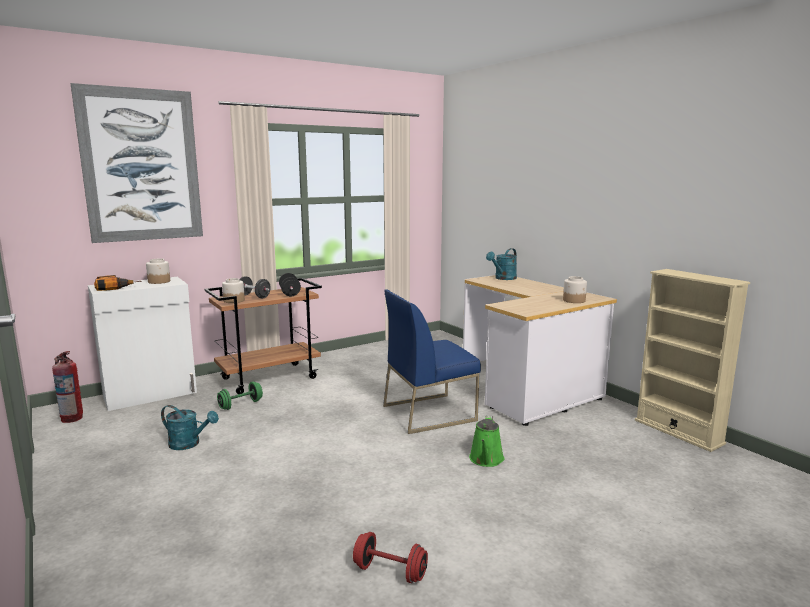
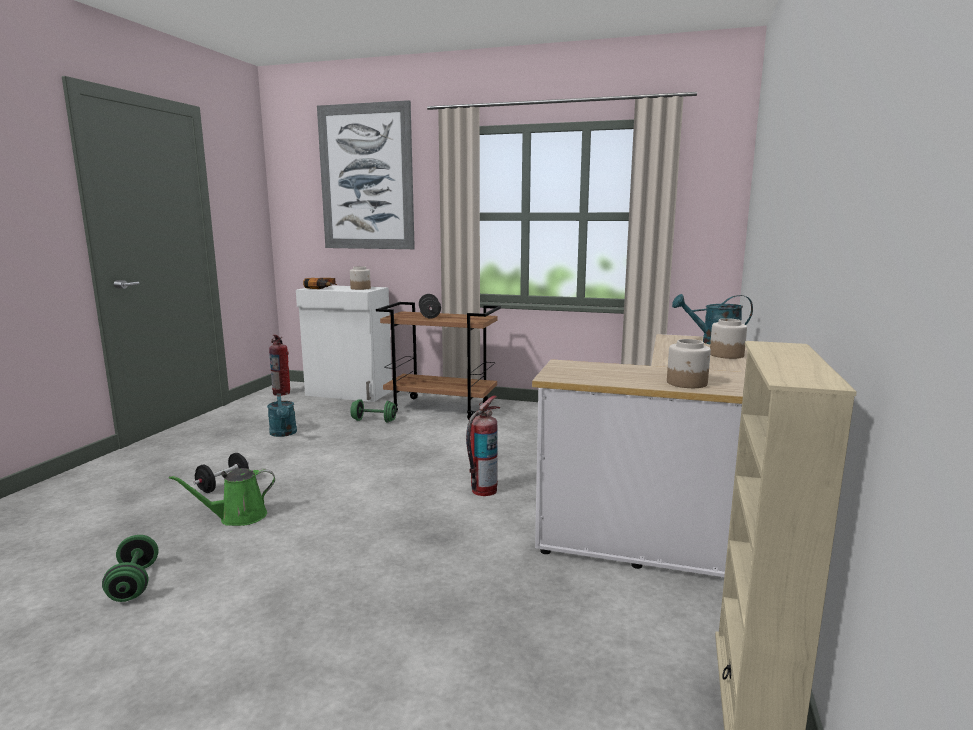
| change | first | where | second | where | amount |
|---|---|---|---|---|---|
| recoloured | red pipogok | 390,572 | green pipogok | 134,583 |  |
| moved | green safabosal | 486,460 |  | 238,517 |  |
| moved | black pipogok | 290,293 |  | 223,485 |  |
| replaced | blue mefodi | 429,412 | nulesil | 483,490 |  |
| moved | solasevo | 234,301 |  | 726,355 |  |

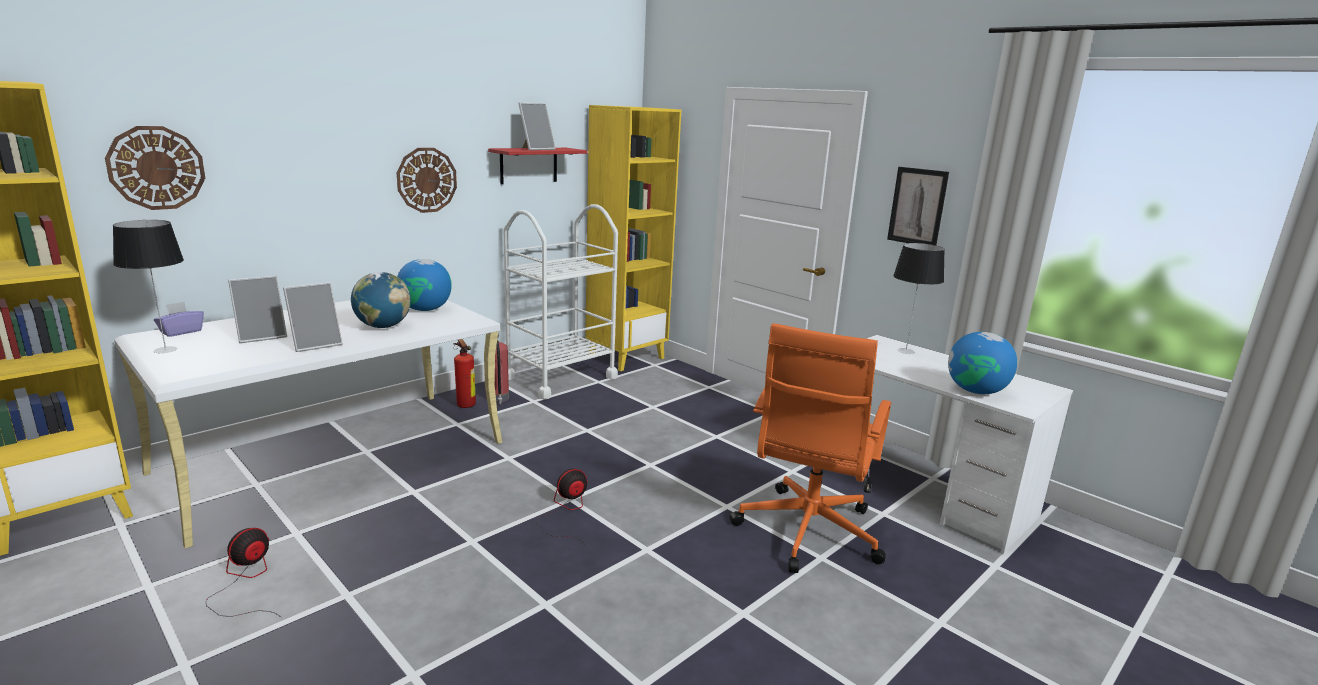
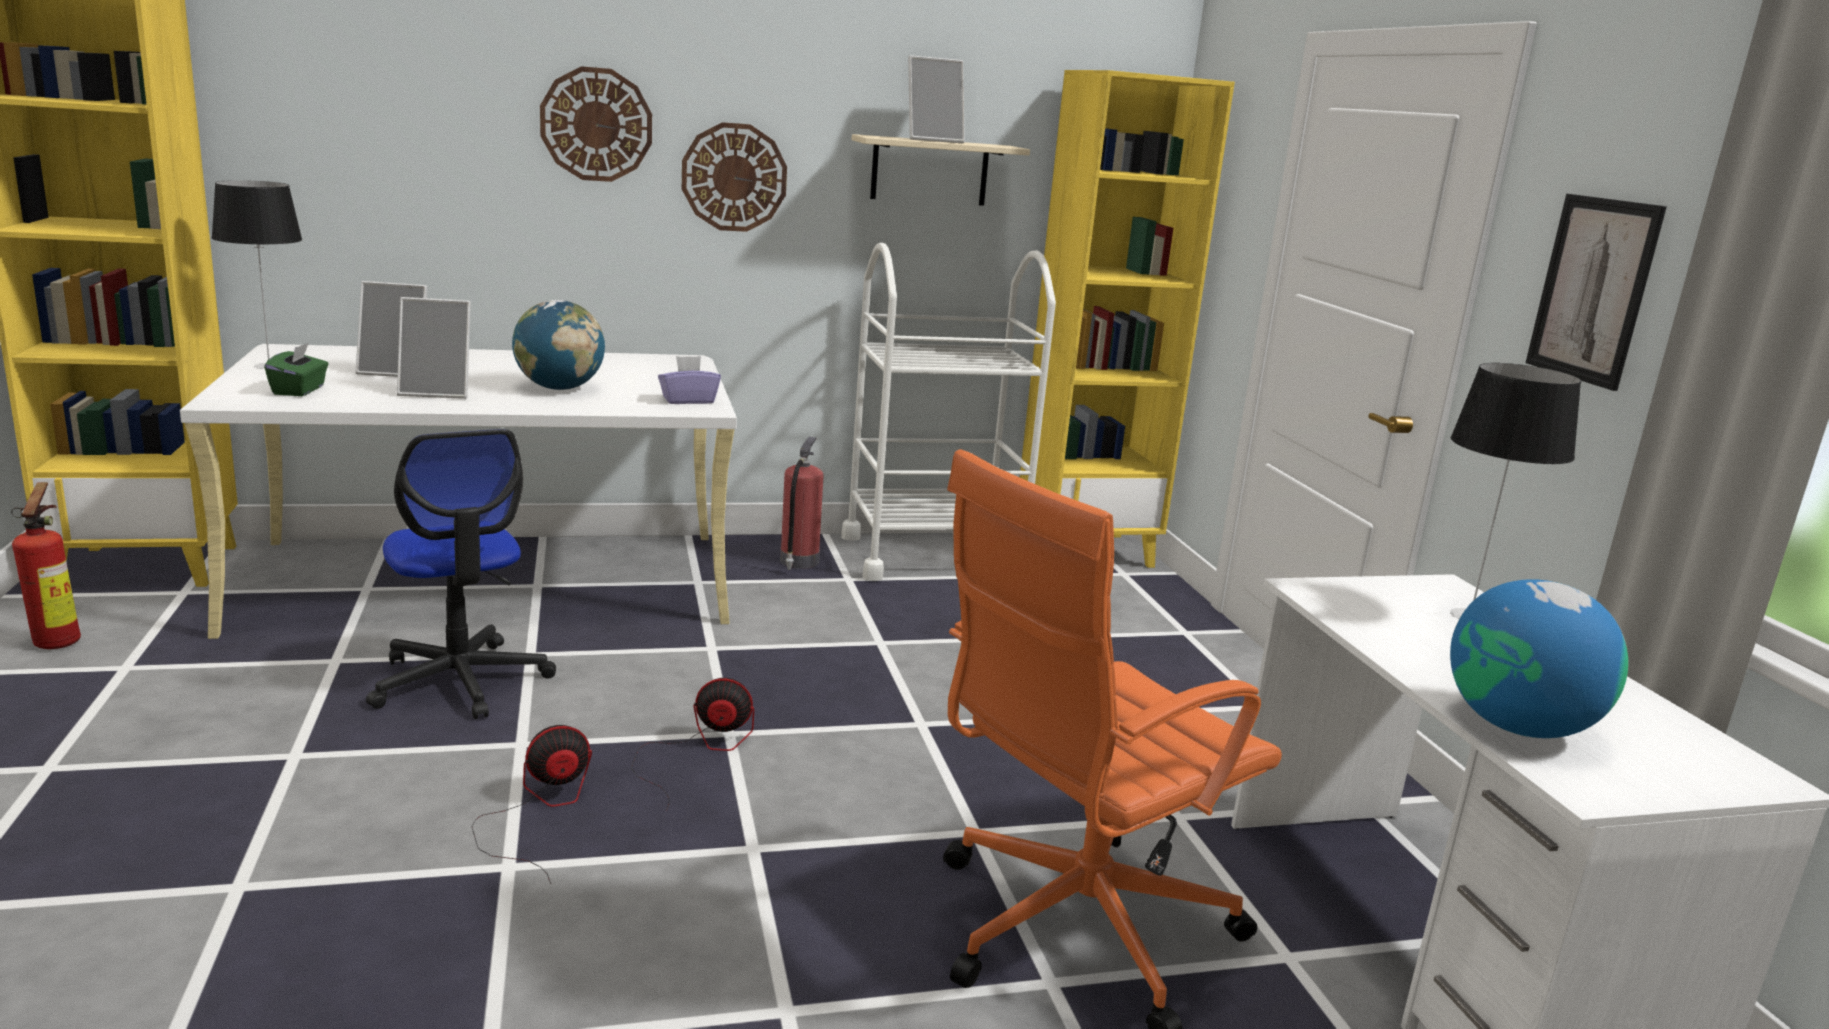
| change | first | where | second | where | amount |
|---|---|---|---|---|---|
| moved | nulesil | 465,404 |  | 60,640 |  |
| added |  |  | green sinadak | 299,390 |  |
| added |  |  | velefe | 460,681 |  |
| moved | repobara | 246,582 |  | 540,810 |  |
| moved | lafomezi | 156,168 |  | 596,124 |  |
| moved | purple sinadak | 181,332 |  | 688,400 |  |
| recoloured | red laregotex | 528,165 | beige laregotex | 929,171 |  |
| removed | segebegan | 425,309 |  |  |  |

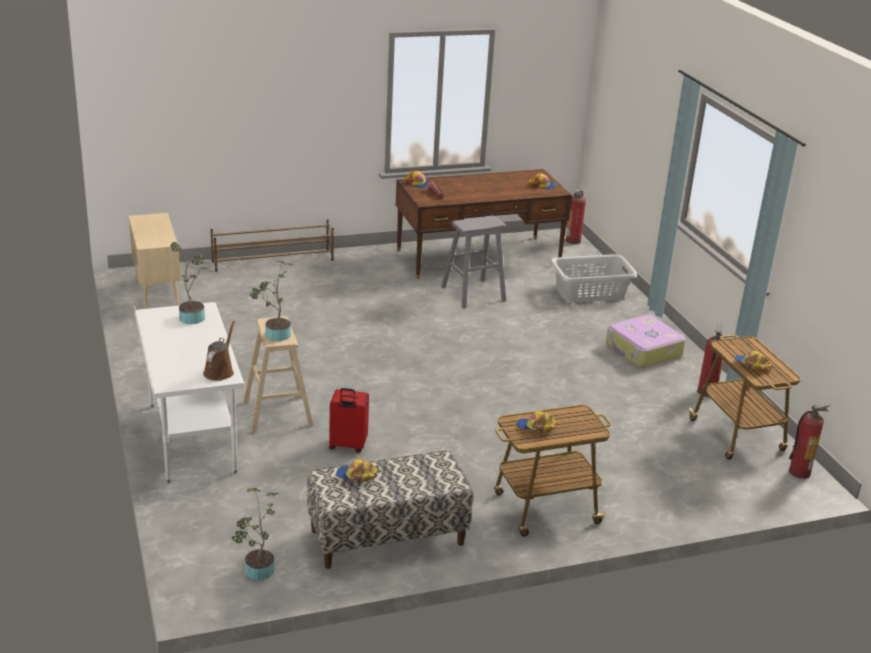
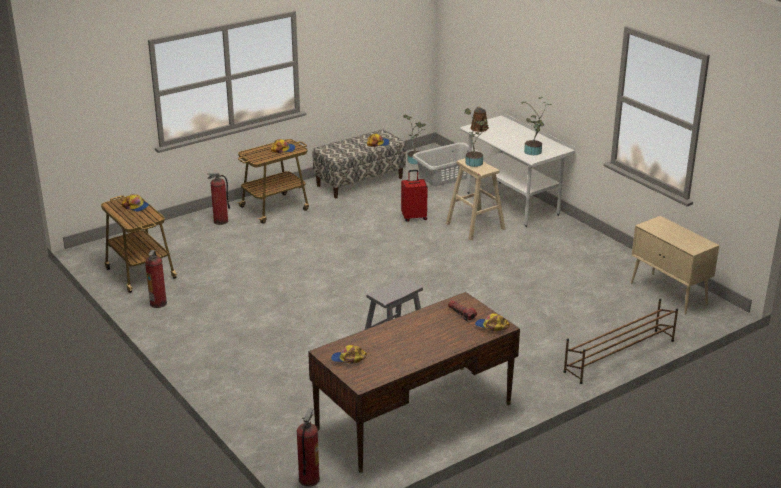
| change | first | where | second | where | amount |
|---|---|---|---|---|---|
| moved | nulesil | 799,472 |  | 220,221 |  |
| moved | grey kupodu | 589,292 |  | 447,176 |  |
| removed | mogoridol | 643,351 |  |  |  |

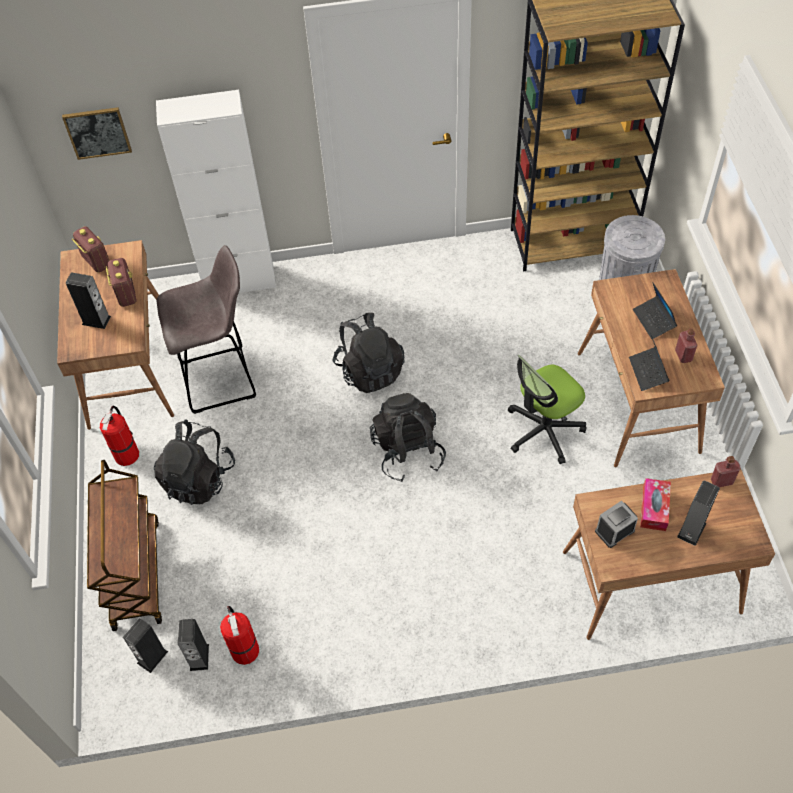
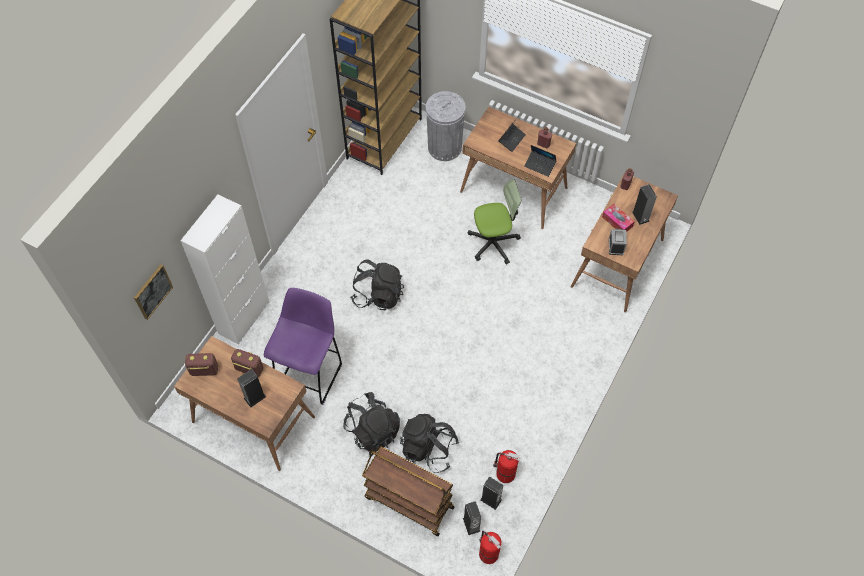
| change | first | where | second | where | amount |
|---|---|---|---|---|---|
| recoloured | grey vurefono | 221,379 | purple vurefono | 310,374 |  |
| moved | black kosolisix | 408,452 |  | 428,449 |  |
| turned | velefe | 543,430 |  | 493,243 | 105 degrees counterclockwise |
| moved | nulesil | 127,453 |  | 488,553 |  |
| turned | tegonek | 653,320 |  | 511,139 | 75 degrees counterclockwise |

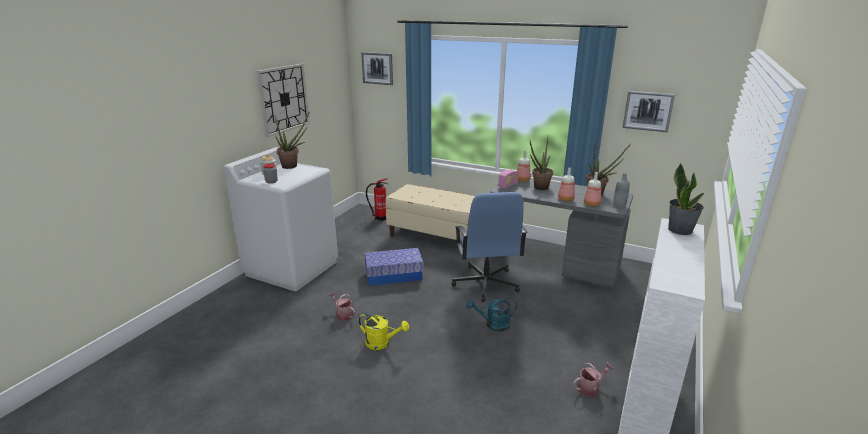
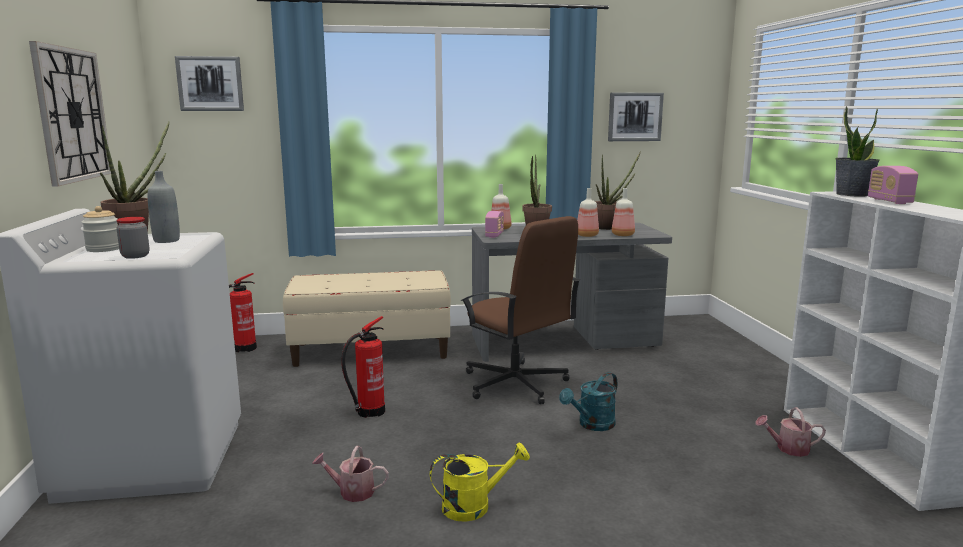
| change | first | where | second | where | amount |
|---|---|---|---|---|---|
| moved | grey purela | 619,206 |  | 166,240 |  |
| replaced | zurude | 394,275 | nulesil | 368,412 |  |
| recoloured | blue velefe | 485,284 | brown velefe | 515,384 |  |
| turned | safabosal | 590,387 |  | 788,449 | 120 degrees counterclockwise |
| added |  |  | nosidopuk | 889,201 |  |

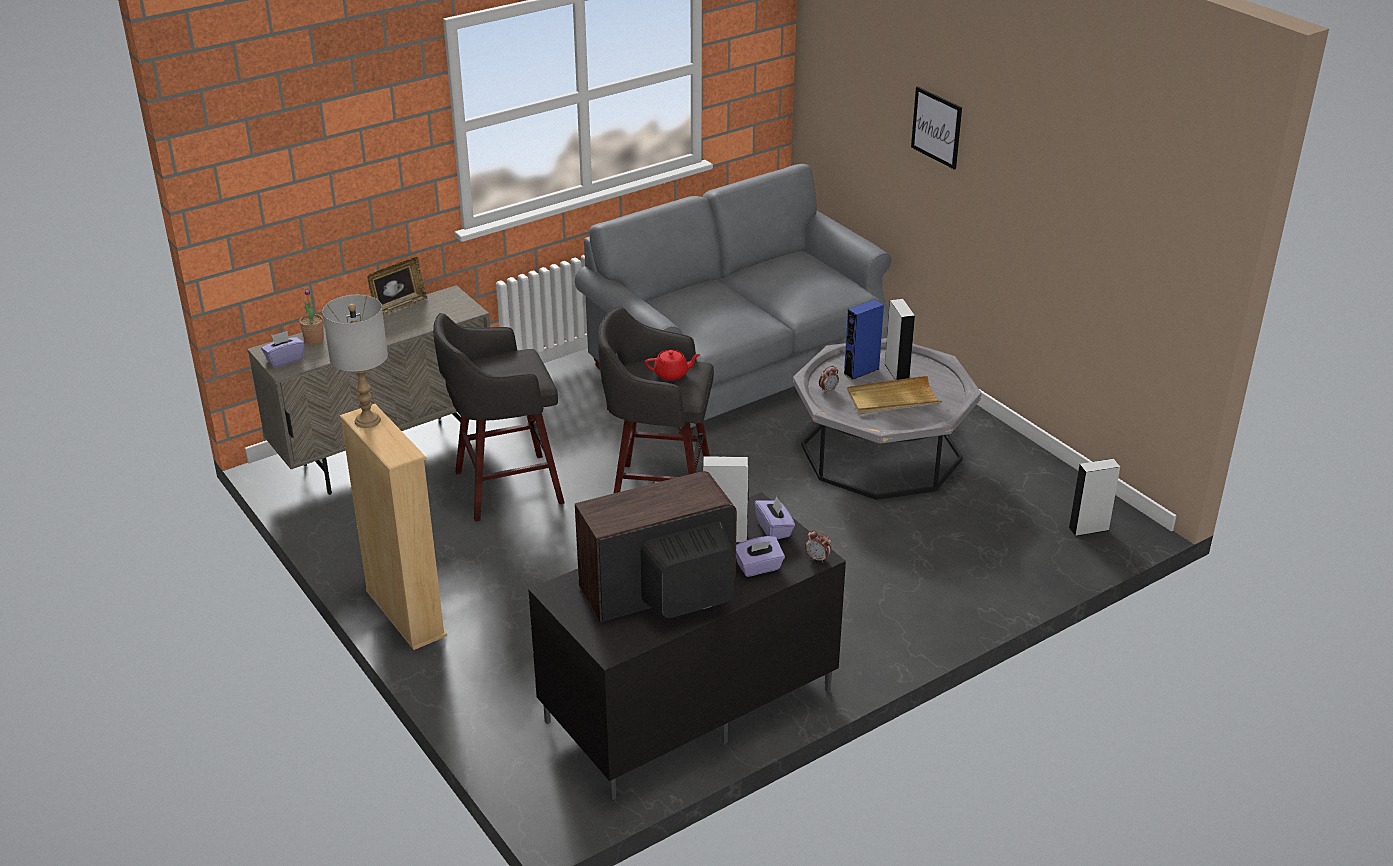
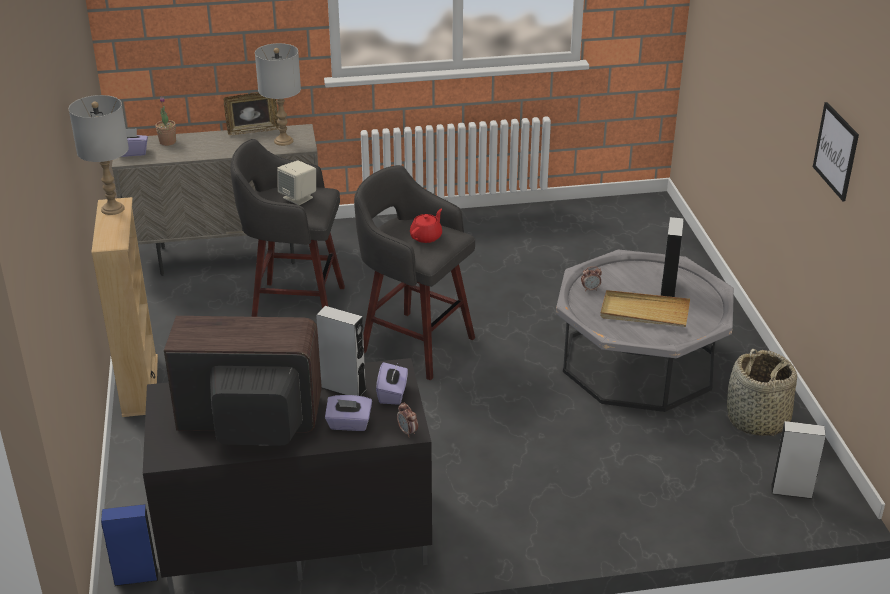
| change | first | where | second | where | amount |
|---|---|---|---|---|---|
| moved | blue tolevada | 861,371 |  | 136,577 |  |
| added |  |  | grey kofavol | 283,141 |  |
| added |  |  | beige tolevada | 298,197 |  |
| turned | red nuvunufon | 672,374 |  | 426,237 | 75 degrees counterclockwise |
| added |  |  | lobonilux | 757,420 |  |
| moved | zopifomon | 936,127 |  | 836,151 |  |
| removed | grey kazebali | 740,364 |  |  |  |

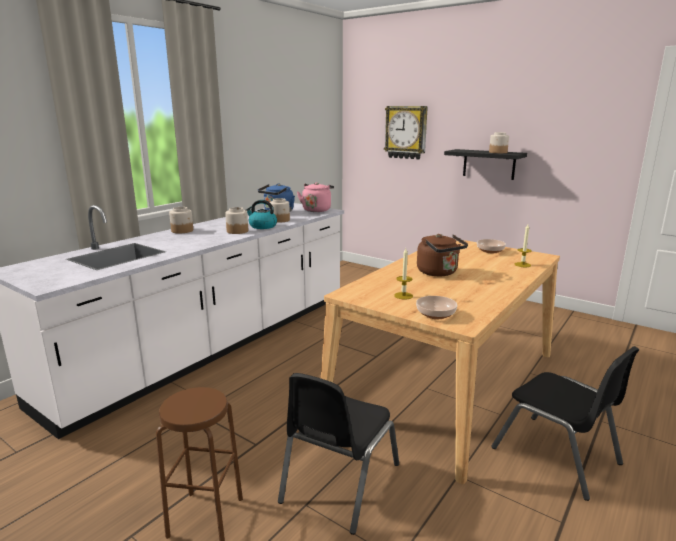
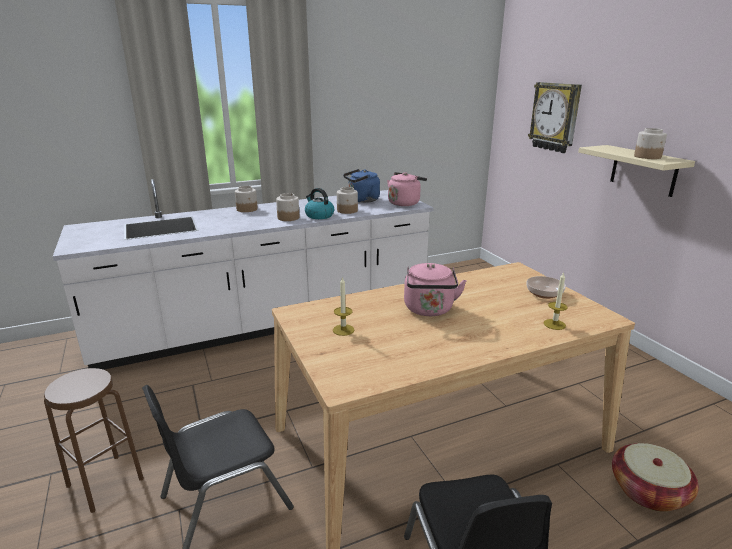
| change | first | where | second | where | amount |
|---|---|---|---|---|---|
| recoloured | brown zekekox | 439,273 | pink zekekox | 429,310 |  |
| recoloured | black laregotex | 489,164 | beige laregotex | 643,170 |  |
| added |  |  | lobonilux | 648,491 |  |
| removed | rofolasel | 435,314 |  |  |  |

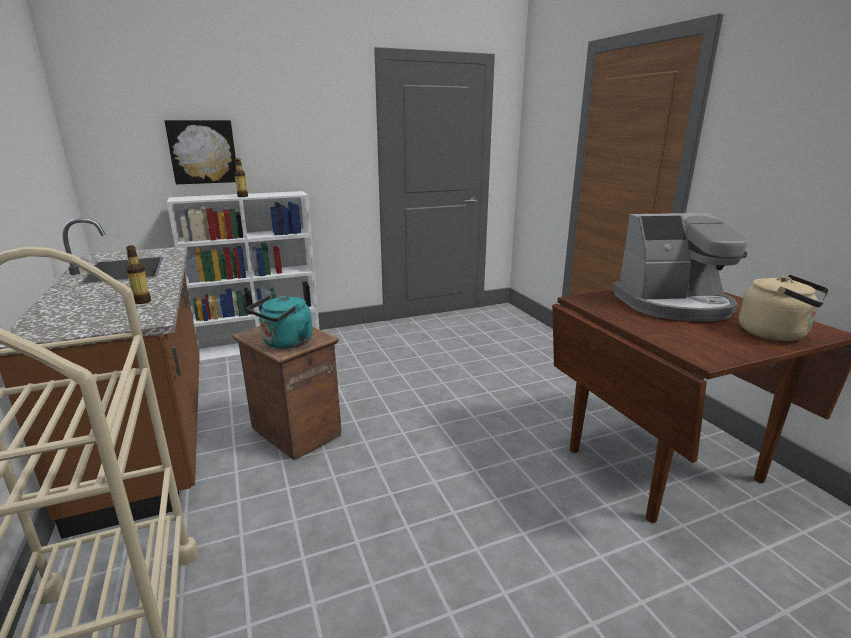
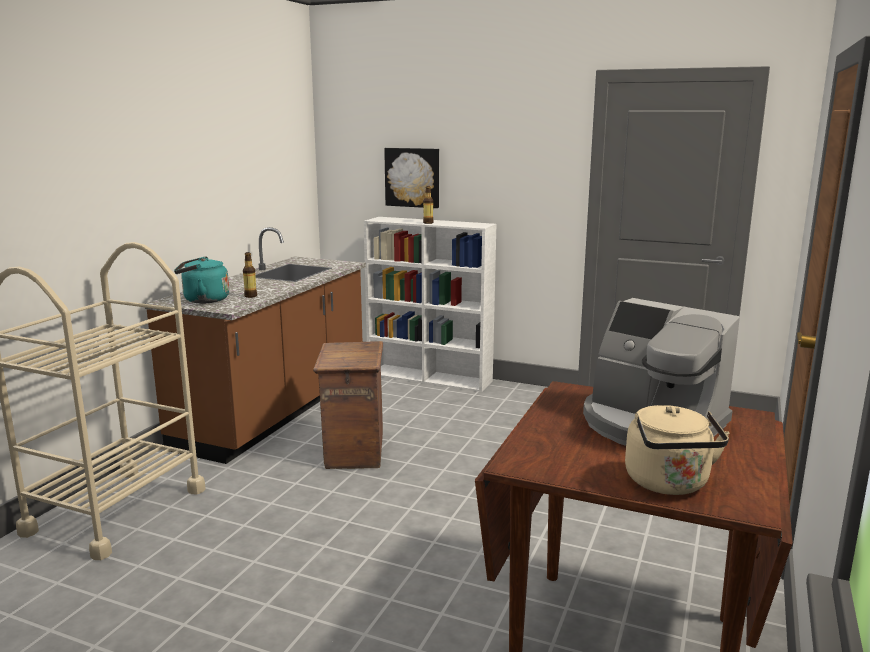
| change | first | where | second | where | amount |
|---|---|---|---|---|---|
| moved | turquoise zekekox | 285,343 |  | 203,300 |  |

